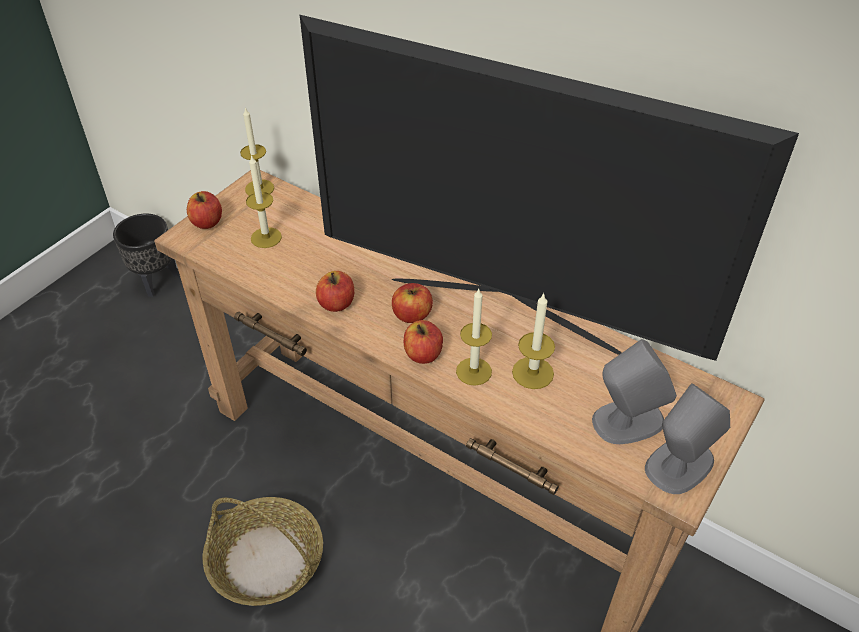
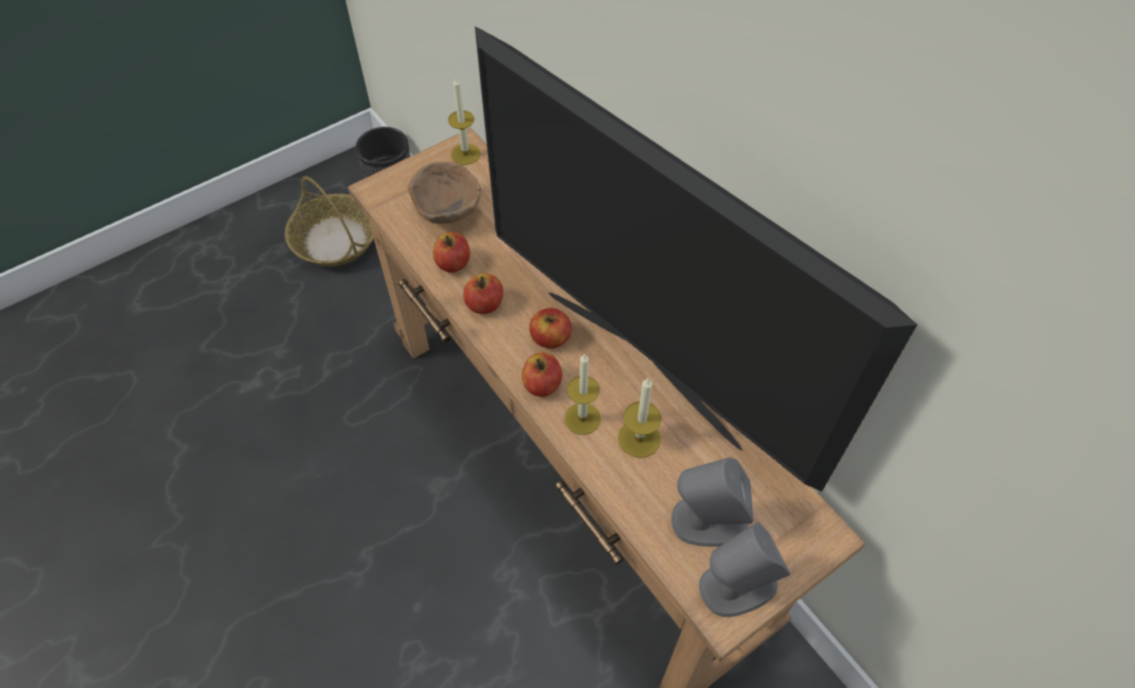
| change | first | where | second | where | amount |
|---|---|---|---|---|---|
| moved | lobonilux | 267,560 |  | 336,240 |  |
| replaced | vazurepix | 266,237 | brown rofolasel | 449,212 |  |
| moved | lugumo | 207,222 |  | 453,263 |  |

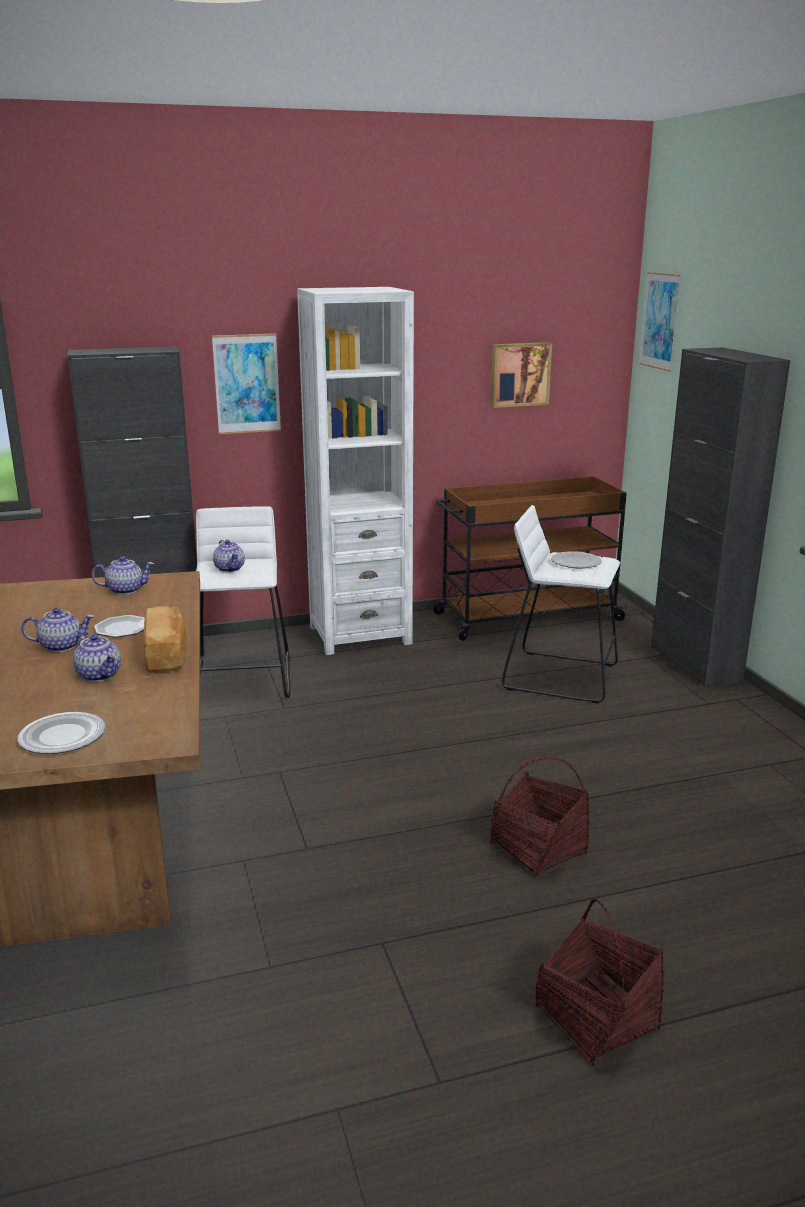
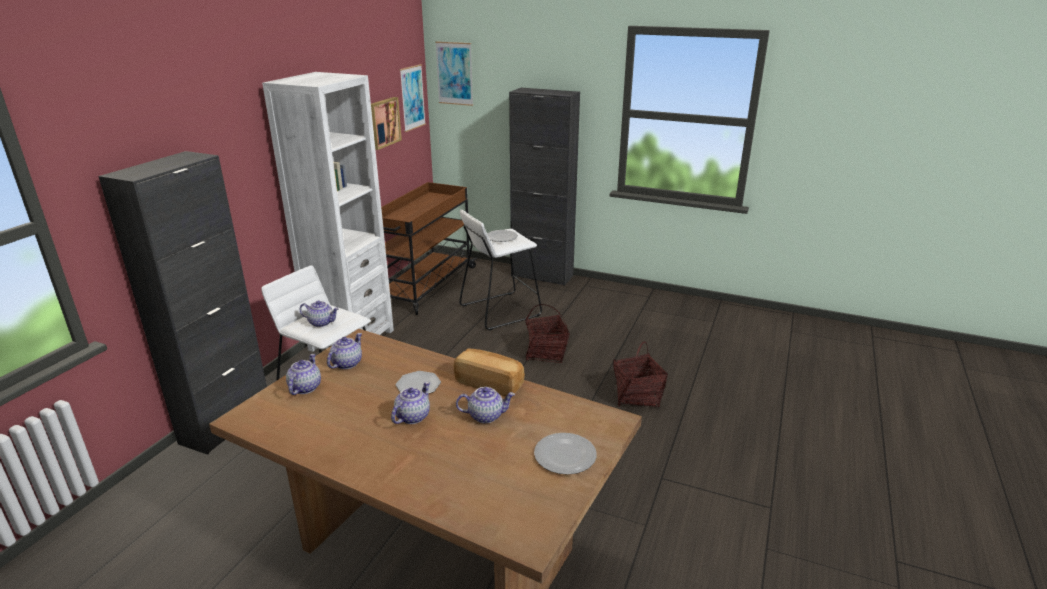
| change | first | where | second | where | amount |
|---|---|---|---|---|---|
| added |  |  | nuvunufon | 305,387 |  |
| moved | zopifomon | 247,384 |  | 412,98 |  |
| moved | lobonilux | 596,1018 |  | 546,352 |  |

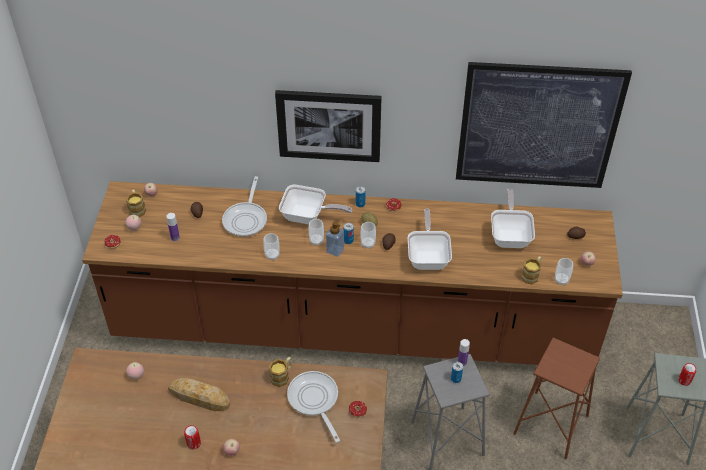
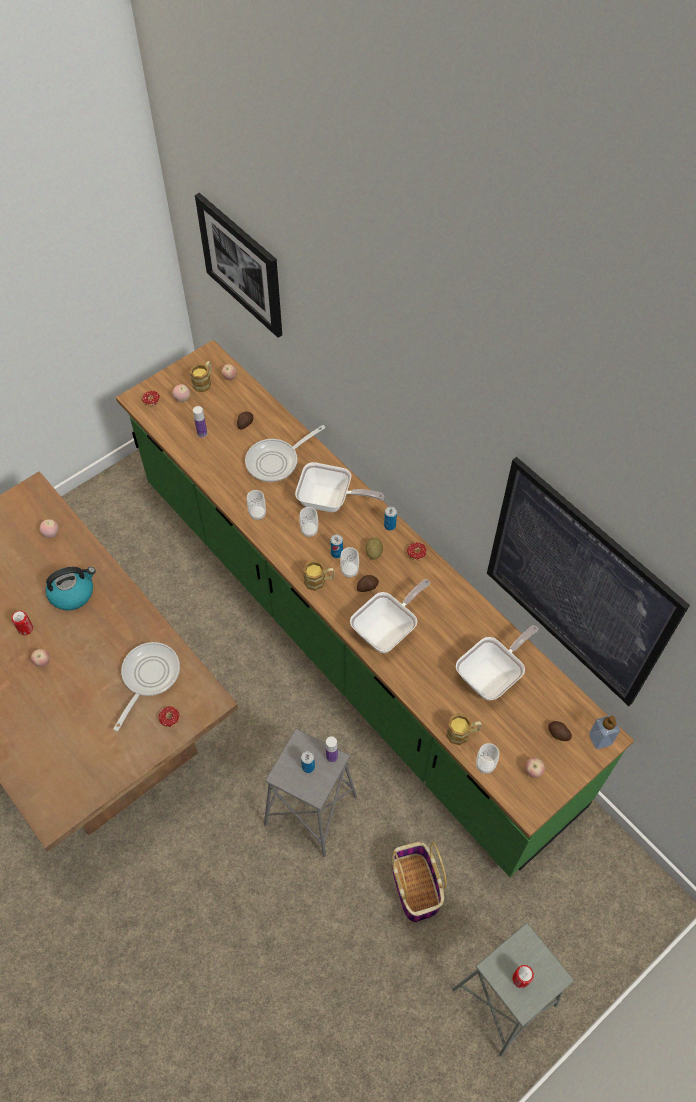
| change | first | where | second | where | amount |
|---|---|---|---|---|---|
| replaced | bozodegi | 199,397 | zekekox | 73,593 |  |
| recoloured | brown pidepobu | 353,327 | green pidepobu | 348,637 |  |
| moved | zopifomon | 329,125 |  | 242,264 |  |
| turned | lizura | 308,216 |  | 330,501 | 45 degrees counterclockwise |
| moved | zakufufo | 282,376 |  | 319,581 |  |
| replaced | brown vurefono | 551,424 | lobonilux | 416,888 |  |
| moved | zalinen | 335,250 |  | 600,739 |  |

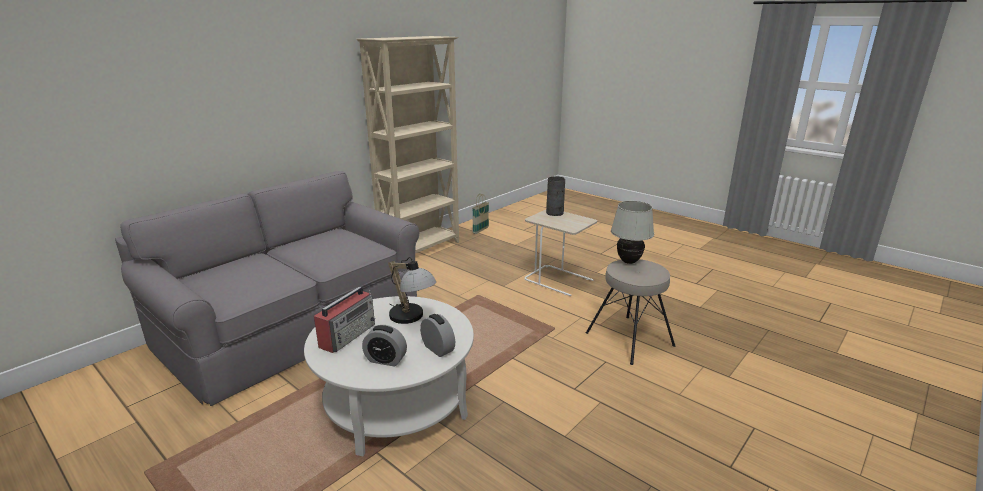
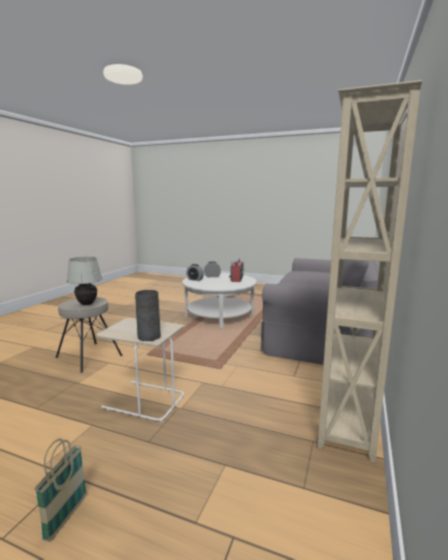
| change | first | where | second | where | amount |
|---|---|---|---|---|---|
| moved | lobonilux | 480,230 |  | 66,517 |  |
| removed | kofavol | 412,318 |  |  |  |

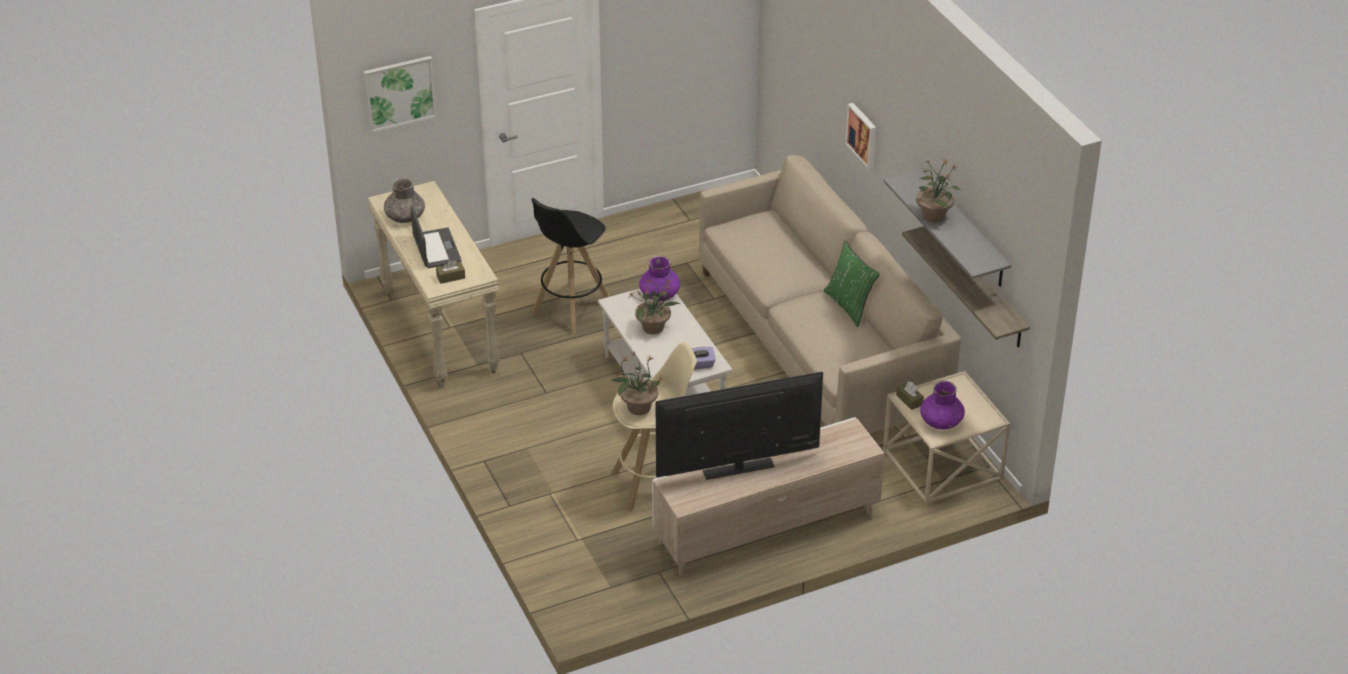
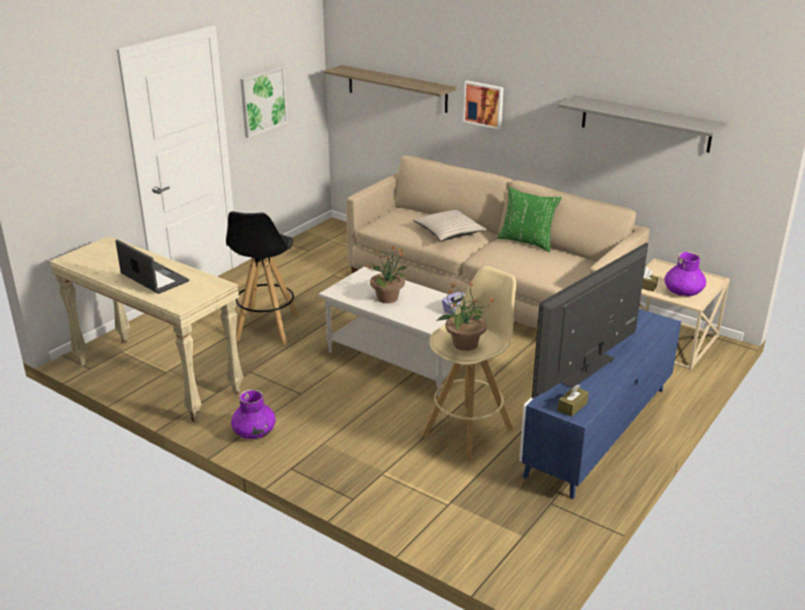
| change | first | where | second | where | amount |
|---|---|---|---|---|---|
| moved | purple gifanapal | 659,294 |  | 254,432 |  |
| moved | zopifomon | 399,93 |  | 263,101 |  |
| moved | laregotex | 979,287 |  | 397,88 |  |
| added |  |  | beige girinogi | 449,232 |  |
| recoloured | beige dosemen | 766,528 | blue dosemen | 598,431 |  |
| moved | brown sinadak | 451,277 |  | 572,406 |  |
| removed | grey gifanapal | 405,217 |  |  |  |
| removed | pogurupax | 934,215 |  |  |  |

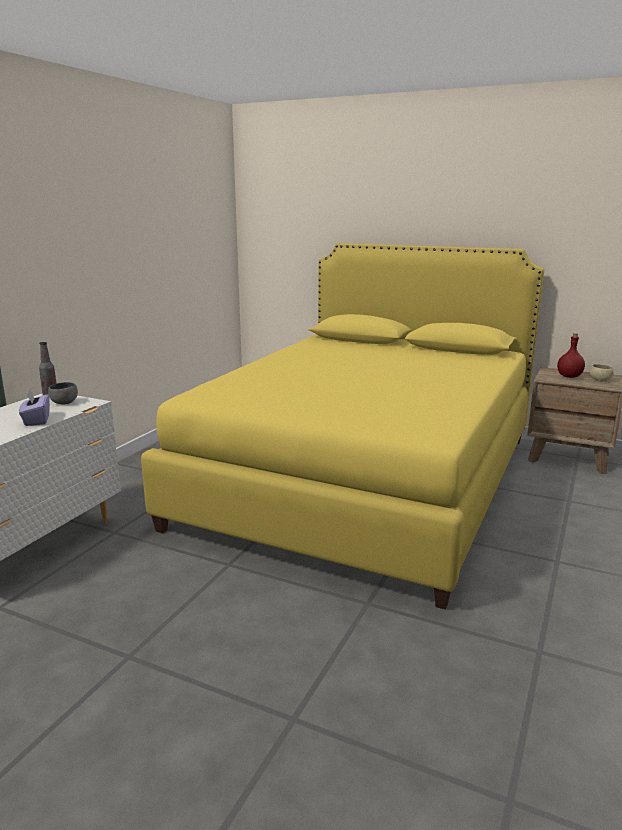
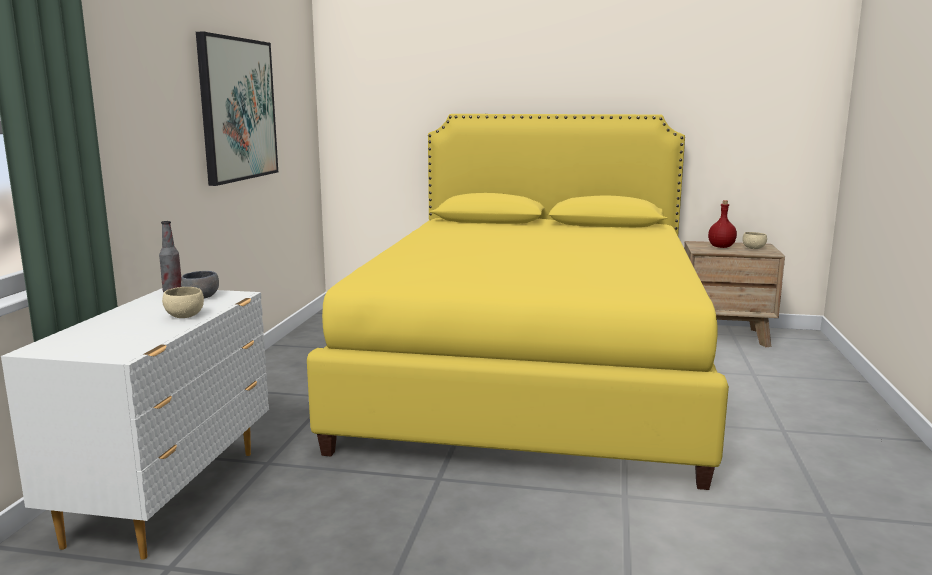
| change | first | where | second | where | amount |
|---|---|---|---|---|---|
| replaced | purple sinadak | 36,420 | beige rofolasel | 186,316 |  |
| added |  |  | zopifomon | 237,109 |  |

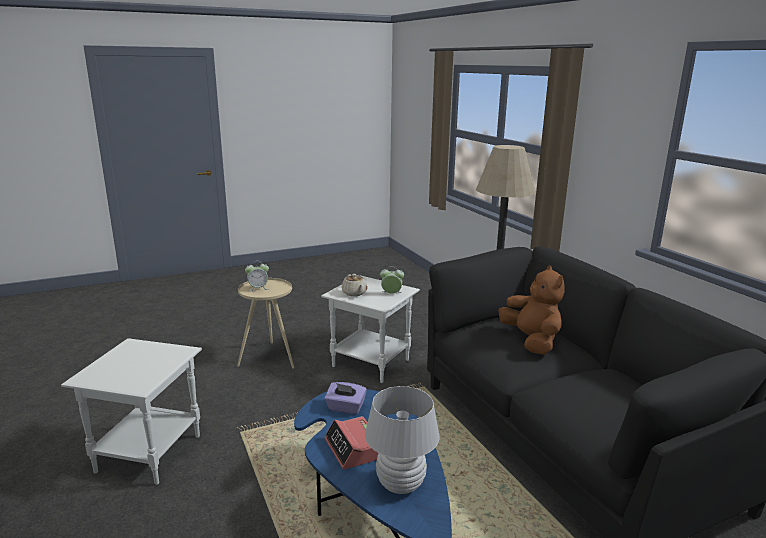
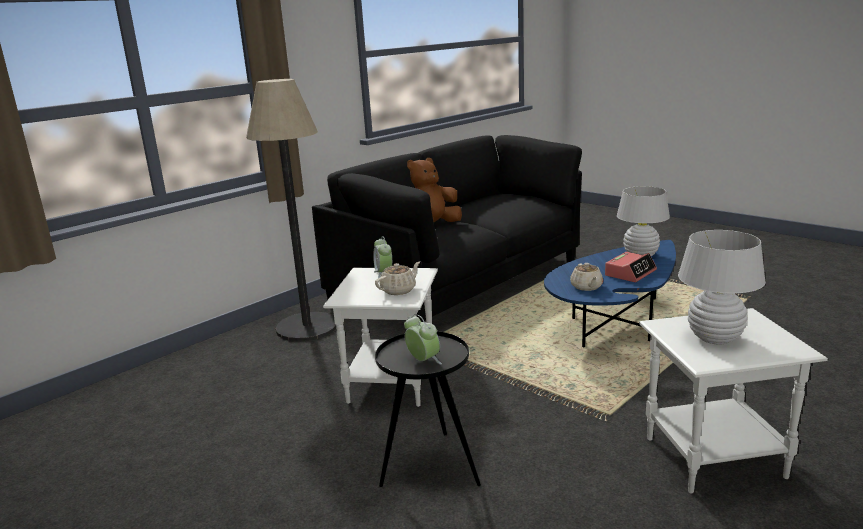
| change | first | where | second | where | amount |
|---|---|---|---|---|---|
| recoloured | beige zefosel | 269,357 | black zefosel | 429,467 |  |
| replaced | purple sinadak | 345,408 | beige nuvunufon | 586,287 |  |
| added |  |  | white kofavol | 715,338 |  |

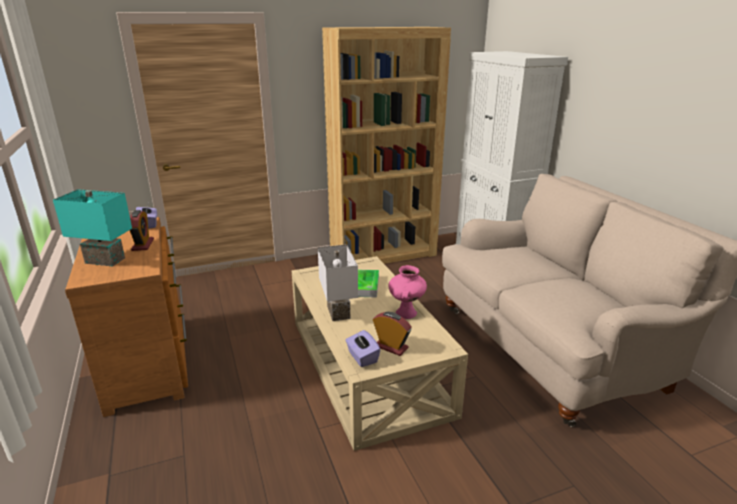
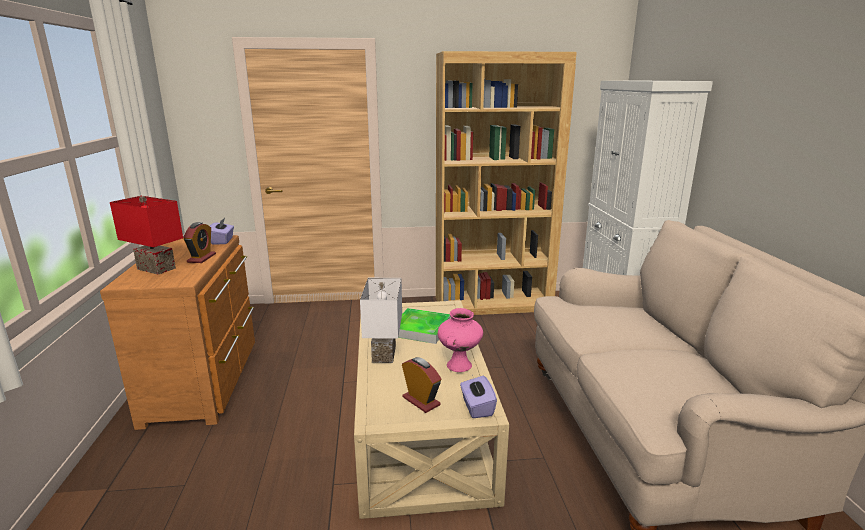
| change | first | where | second | where | amount |
|---|---|---|---|---|---|
| recoloured | turquoise kofavol | 106,260 | red kofavol | 158,268 |  |
| moved | purple sinadak | 362,357 |  | 477,407 |  |

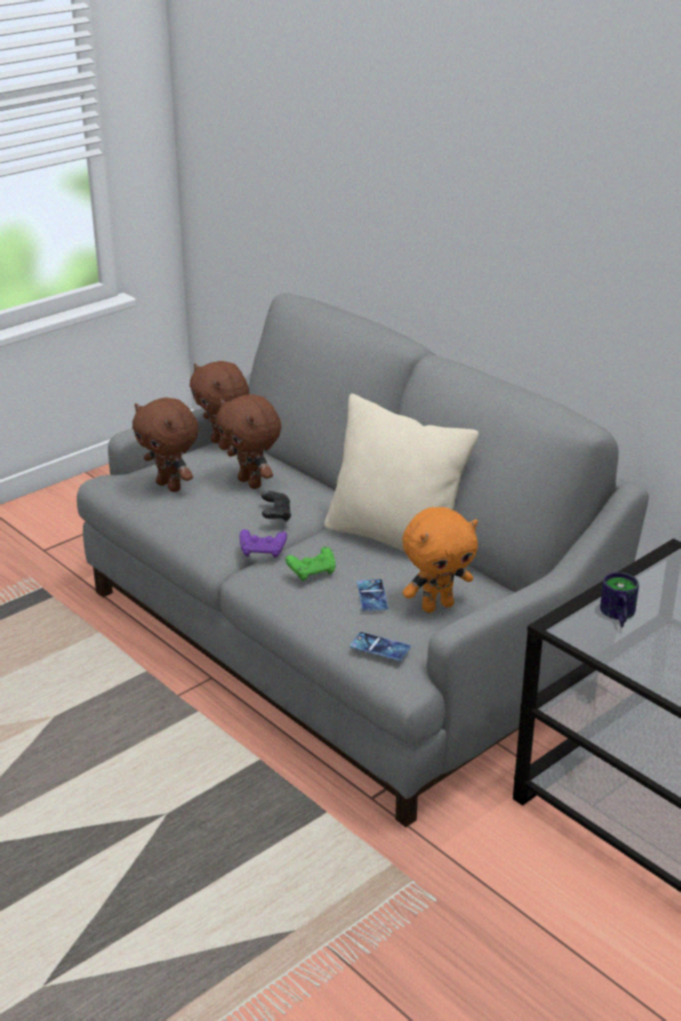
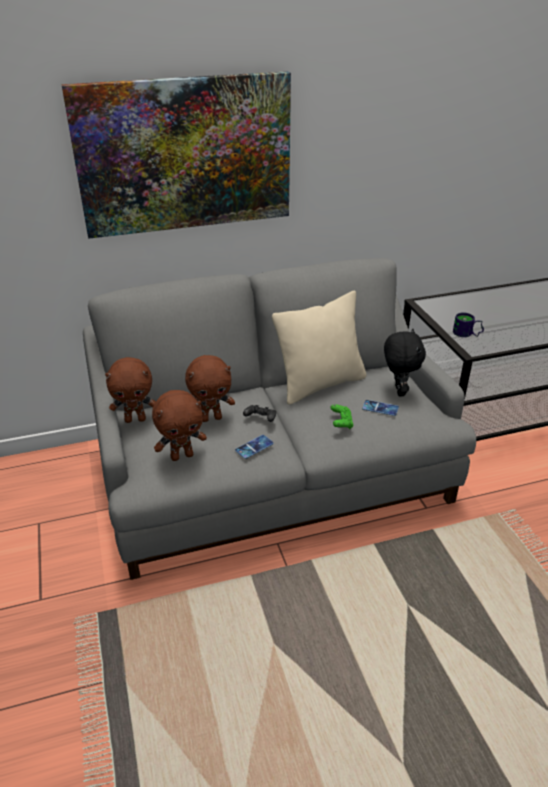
| change | first | where | second | where | amount |
|---|---|---|---|---|---|
| added |  |  | zopifomon | 185,155 |  |
| moved | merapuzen | 380,647 |  | 254,447 |  |
| recoloured | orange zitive | 437,606 | black zitive | 398,391 |  |
| removed | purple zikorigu | 263,552 |  |  |  |

